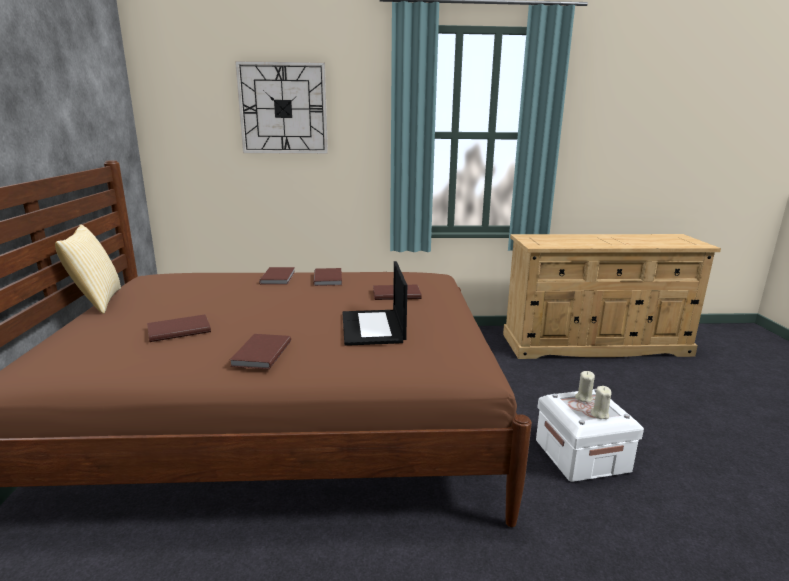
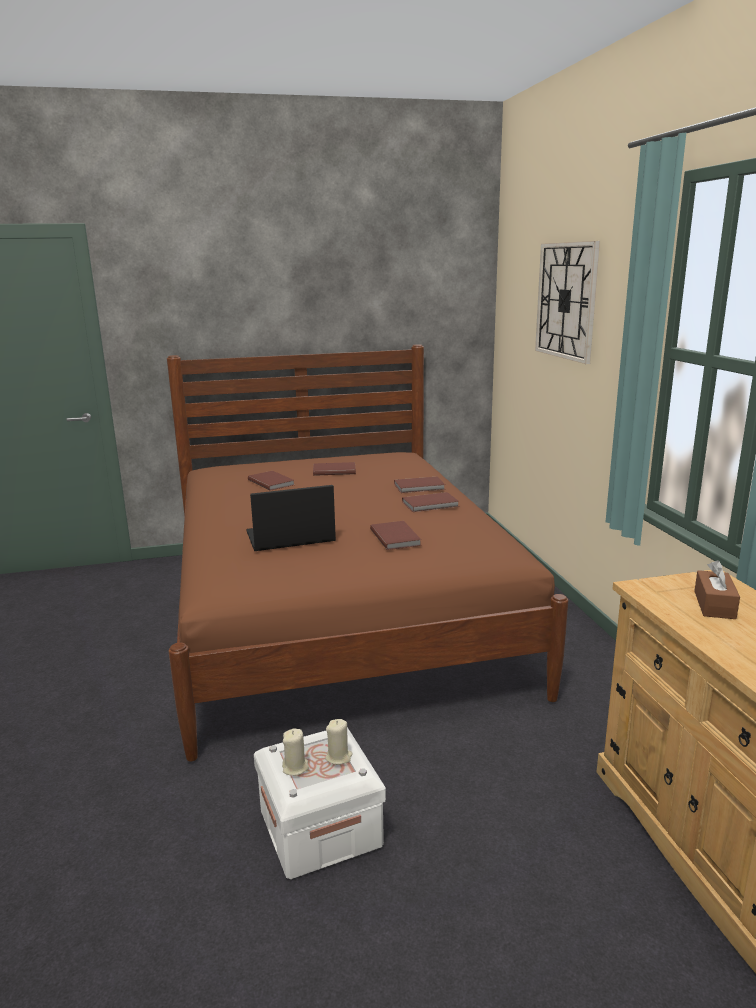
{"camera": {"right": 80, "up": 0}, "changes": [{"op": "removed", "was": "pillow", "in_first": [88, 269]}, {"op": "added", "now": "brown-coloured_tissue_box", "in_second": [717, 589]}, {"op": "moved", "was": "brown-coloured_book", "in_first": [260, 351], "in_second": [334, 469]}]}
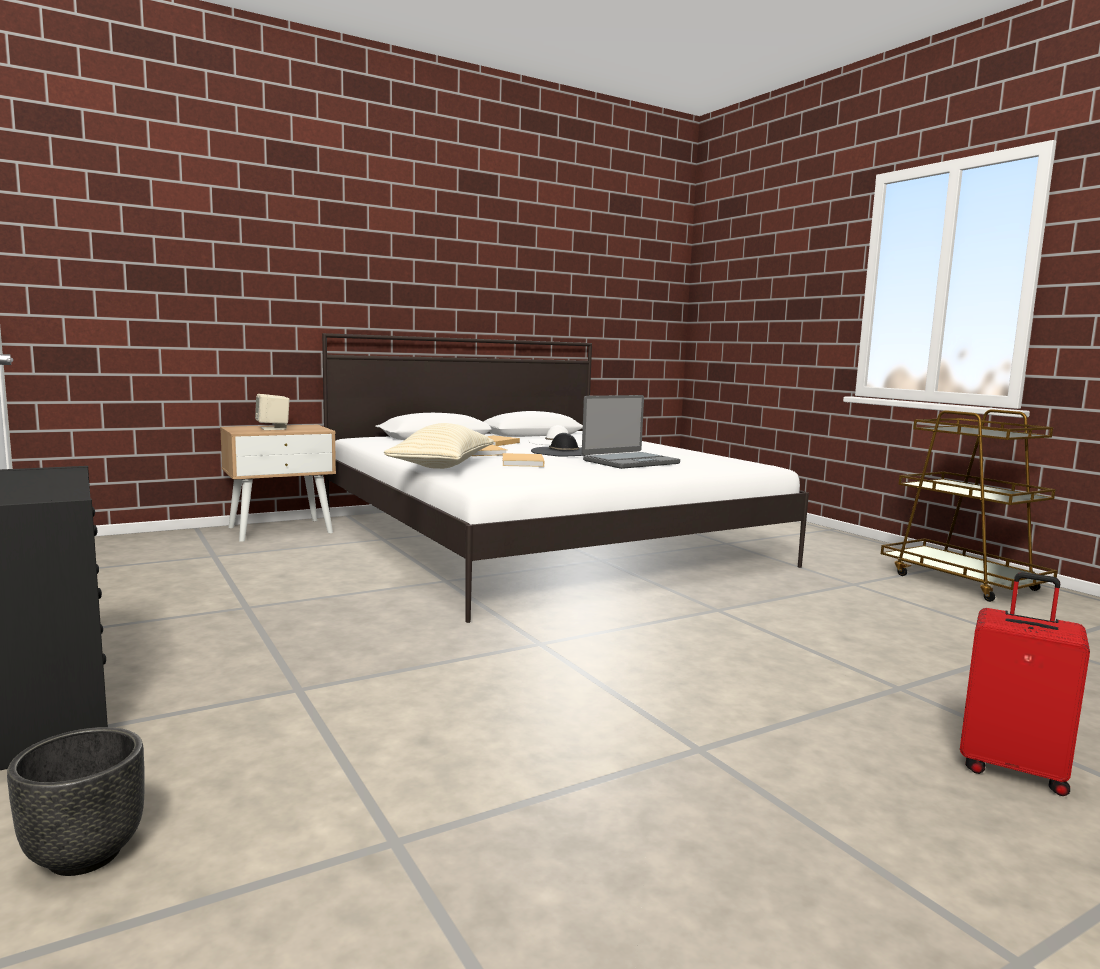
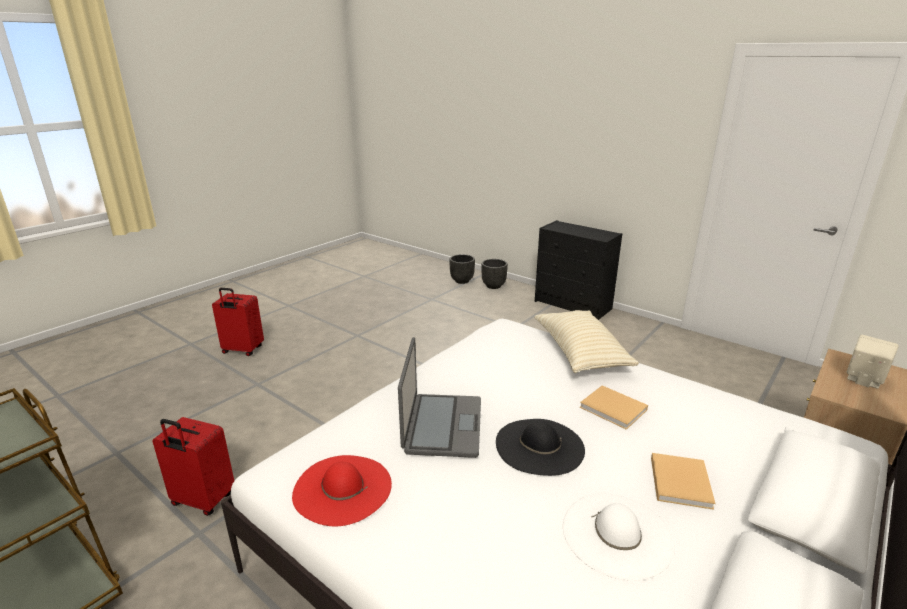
{"camera": {"right": 160, "up": 15}, "changes": [{"op": "removed", "was": "sand-coloured_book", "in_first": [523, 460]}, {"op": "added", "now": "red_piece_of_luggage", "in_second": [193, 466]}, {"op": "added", "now": "red_clothing_hat", "in_second": [342, 490]}, {"op": "added", "now": "blackish_flower_pot", "in_second": [462, 269]}, {"op": "turned", "was": "portable_computer", "in_first": [631, 432], "in_second": [439, 397], "clockwise": 150}]}
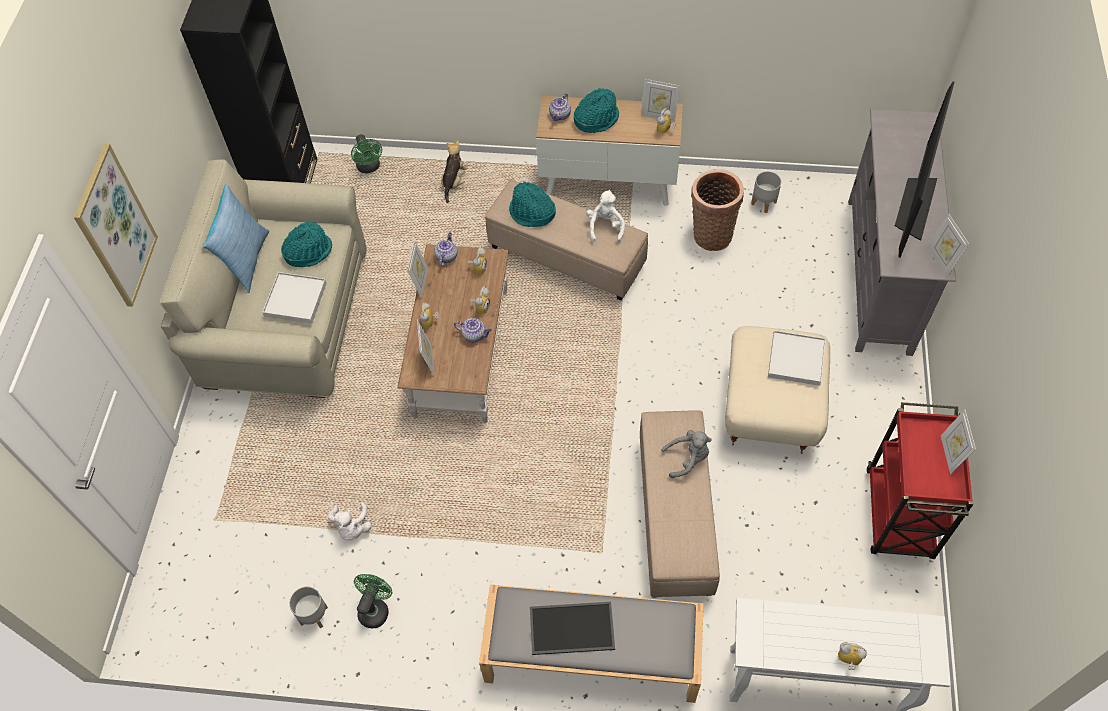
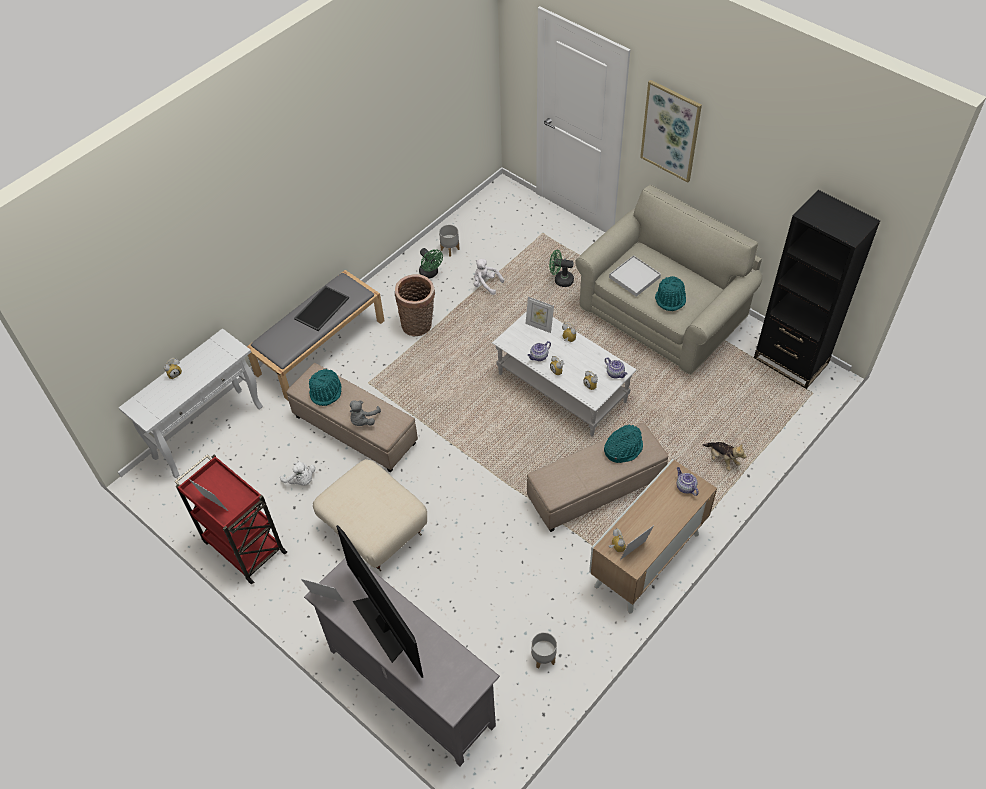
{"camera": {"right": 125, "up": -5}, "changes": [{"op": "removed", "was": "pillow", "in_first": [235, 238]}, {"op": "removed", "was": "photo_frame", "in_first": [417, 269]}, {"op": "removed", "was": "white-coloured_carrying_tray", "in_first": [796, 358]}, {"op": "moved", "was": "greenish_electric_fan", "in_first": [366, 153], "in_second": [561, 268]}, {"op": "moved", "was": "turquoise-coloured_clothing_hat", "in_first": [596, 110], "in_second": [325, 387]}, {"op": "moved", "was": "white-coloured_soft_toy", "in_first": [605, 216], "in_second": [297, 473]}, {"op": "moved", "was": "basket", "in_first": [717, 210], "in_second": [415, 305]}, {"op": "recoloured", "was": "brown-coloured_lounge_table", "now": "white-coloured_lounge_table", "in_first": [453, 333], "in_second": [564, 374]}]}
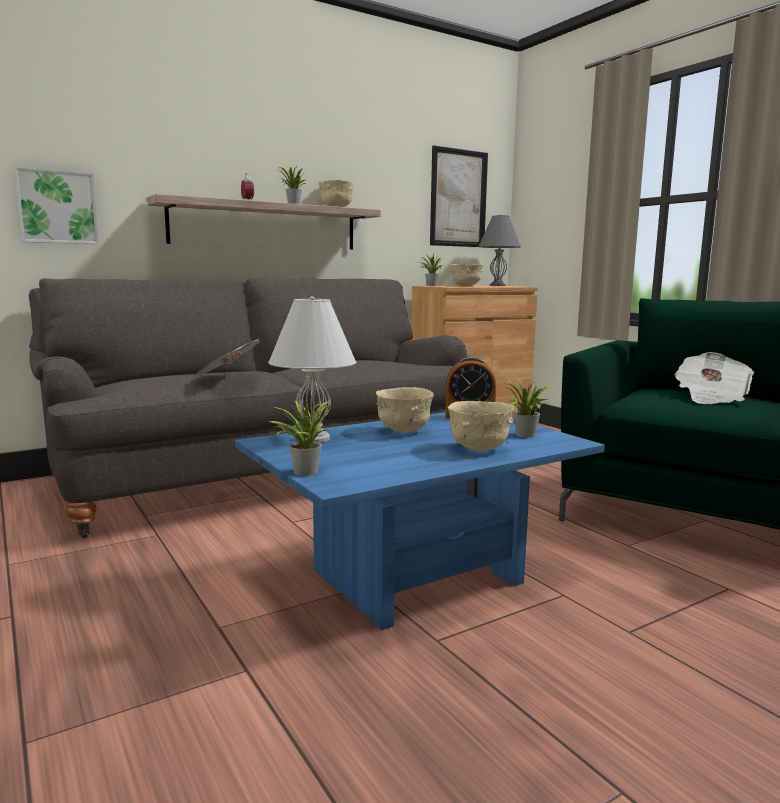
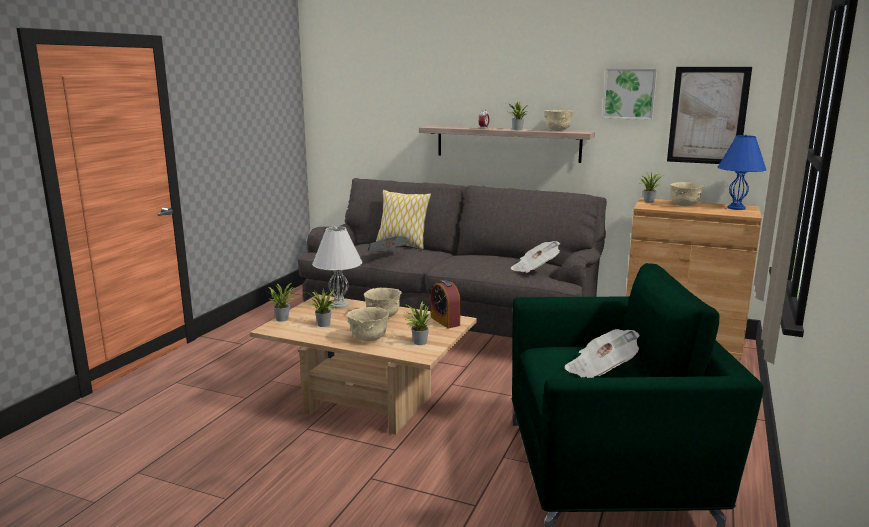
{"camera": {"right": 55, "up": 5}, "changes": [{"op": "added", "now": "houseplant", "in_second": [319, 308]}, {"op": "added", "now": "pillow", "in_second": [403, 219]}, {"op": "added", "now": "newspaper", "in_second": [535, 257]}, {"op": "moved", "was": "wall_picture", "in_first": [56, 205], "in_second": [629, 94]}, {"op": "recoloured", "was": "blue-coloured_lounge_table", "now": "sand-coloured_lounge_table", "in_first": [420, 521], "in_second": [363, 364]}, {"op": "recoloured", "was": "gray_tabletop_lamp", "now": "blue-coloured_tabletop_lamp", "in_first": [499, 250], "in_second": [742, 172]}]}
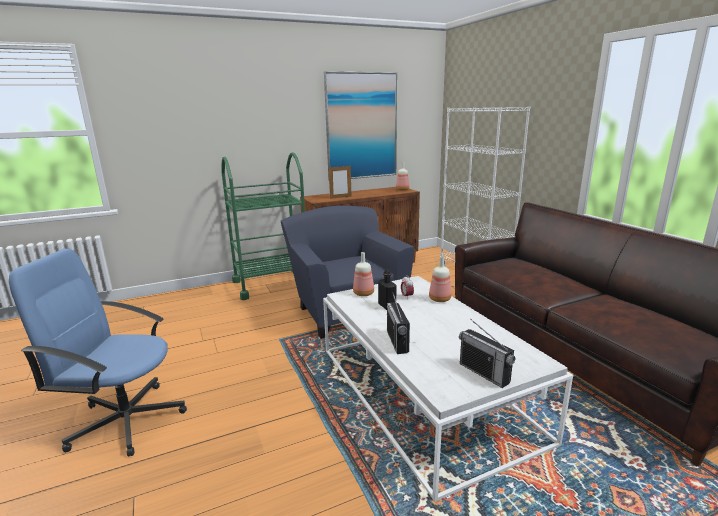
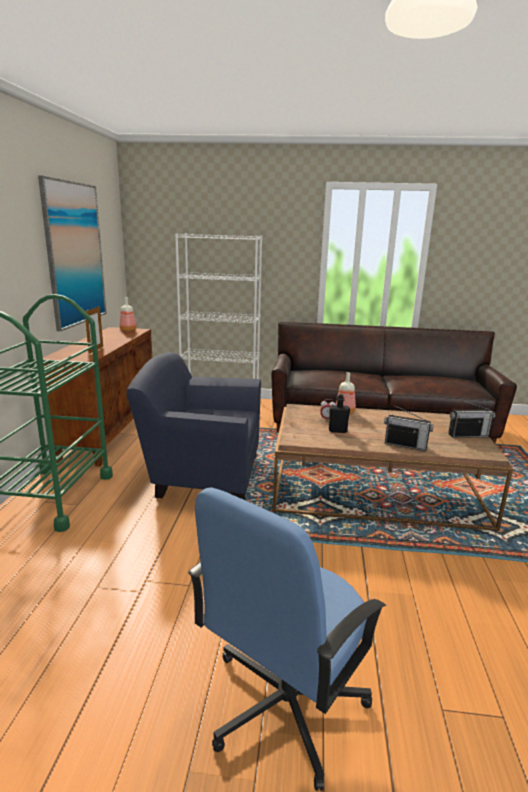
{"camera": {"right": -60, "up": 0}, "changes": [{"op": "removed", "was": "bottle", "in_first": [363, 274]}, {"op": "recoloured", "was": "white-coloured_lounge_table", "now": "brown-coloured_lounge_table", "in_first": [448, 389], "in_second": [393, 467]}]}
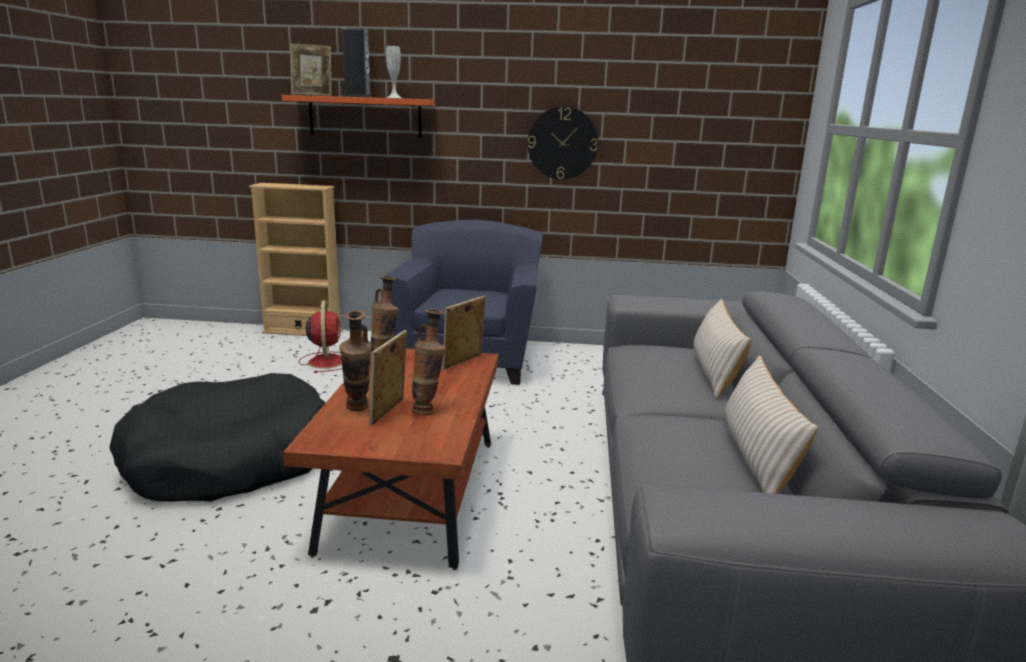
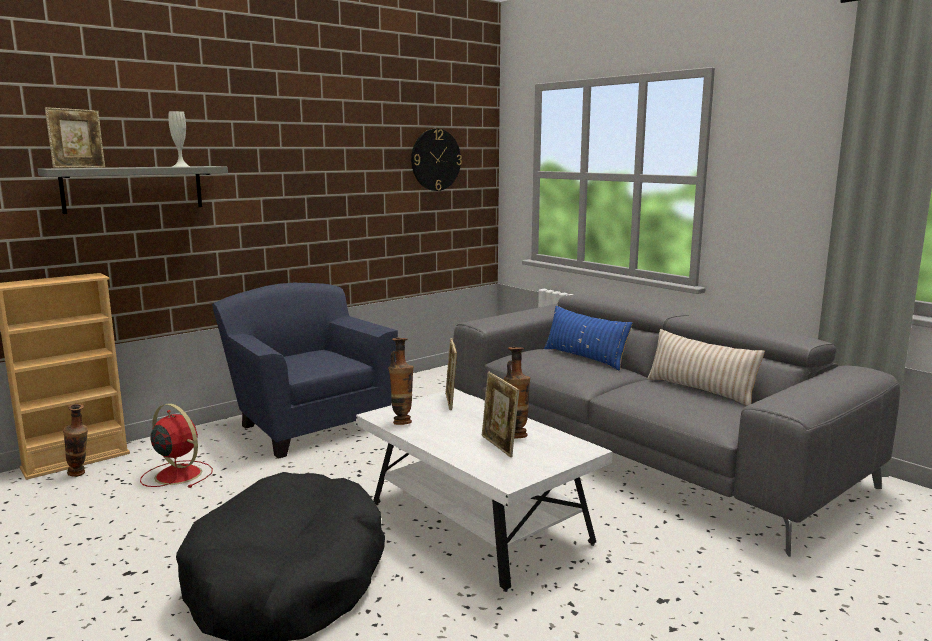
{"camera": {"right": -45, "up": -5}, "changes": [{"op": "removed", "was": "audio_speaker", "in_first": [357, 62]}, {"op": "moved", "was": "flower_vase", "in_first": [355, 361], "in_second": [75, 440]}, {"op": "moved", "was": "clock_on_the_wall", "in_first": [562, 143], "in_second": [436, 160]}, {"op": "recoloured", "was": "orangey_shelf", "now": "gray_shelf", "in_first": [358, 116], "in_second": [133, 190]}, {"op": "recoloured", "was": "brown-coloured_lounge_table", "now": "white-coloured_lounge_table", "in_first": [391, 459], "in_second": [484, 490]}, {"op": "recoloured", "was": "sand-coloured_pillow", "now": "blue-coloured_pillow", "in_first": [722, 349], "in_second": [588, 338]}]}
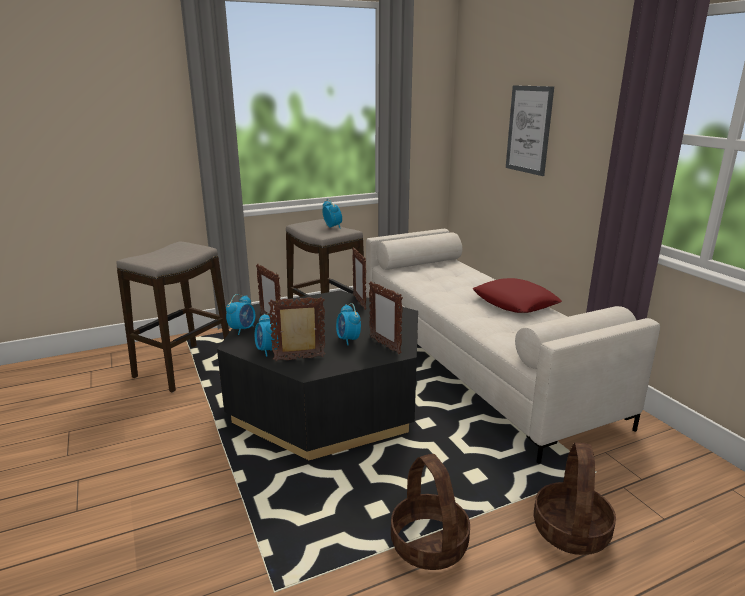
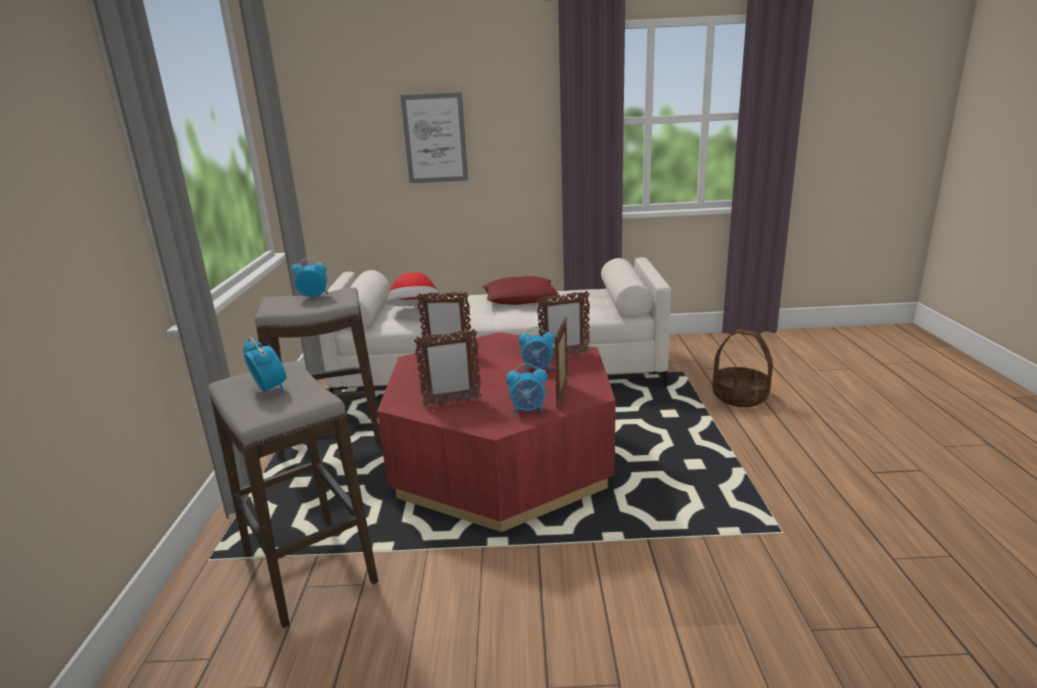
{"camera": {"right": -65, "up": 0}, "changes": [{"op": "removed", "was": "basket", "in_first": [430, 512]}, {"op": "added", "now": "clothing_hat", "in_second": [413, 289]}, {"op": "moved", "was": "alarm_clock", "in_first": [241, 314], "in_second": [265, 365]}, {"op": "recoloured", "was": "blackish_lounge_table", "now": "red_lounge_table", "in_first": [317, 375], "in_second": [496, 432]}]}
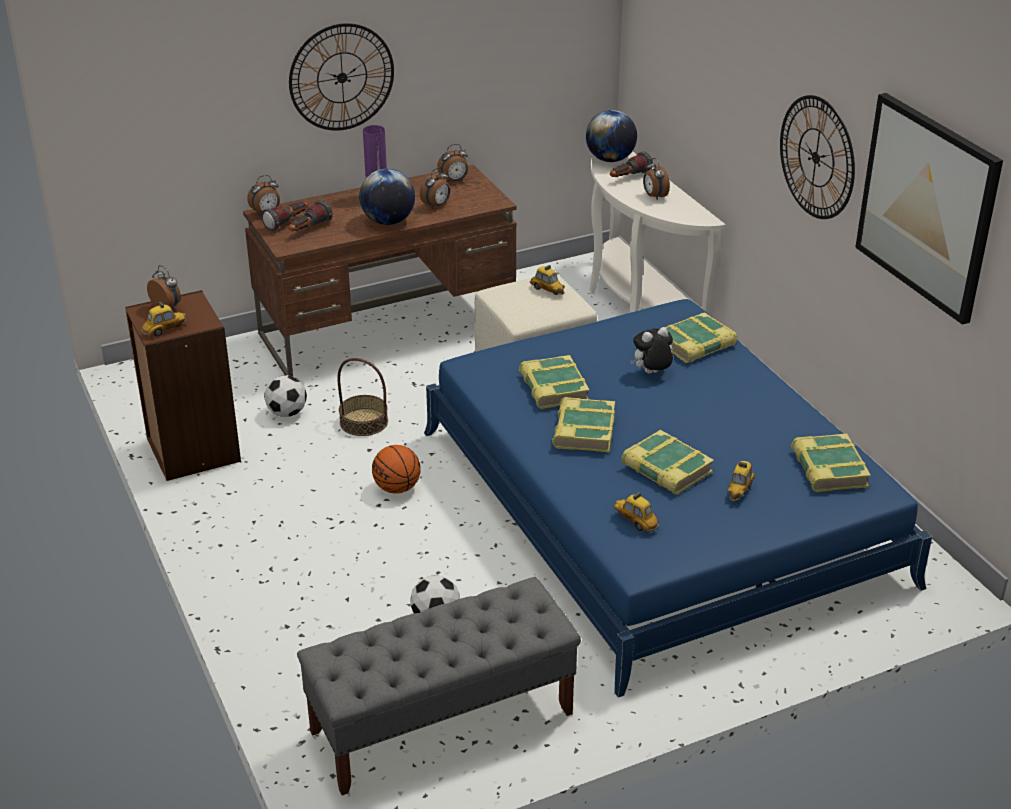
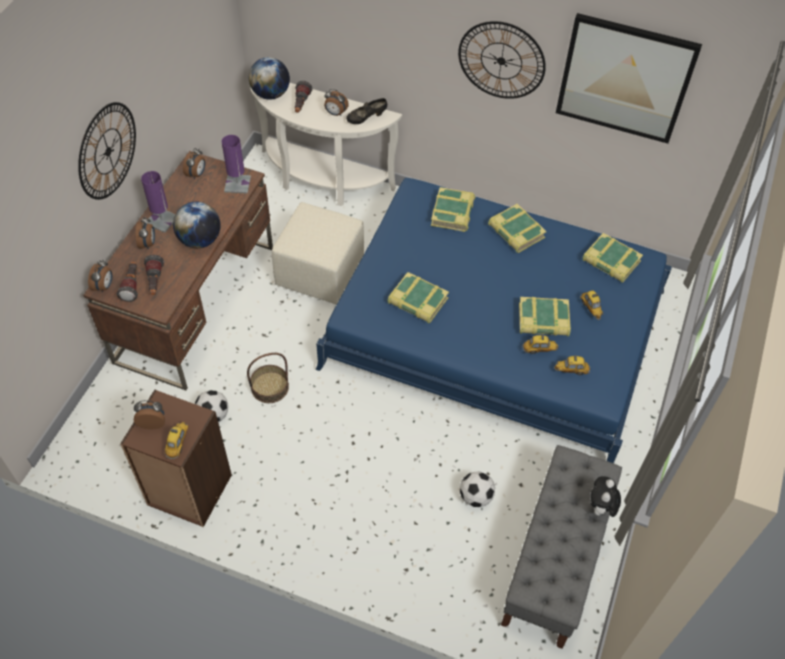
{"camera": {"right": -45, "up": 20}, "changes": [{"op": "removed", "was": "basketball", "in_first": [396, 469]}, {"op": "added", "now": "purple_tabletop_lamp", "in_second": [236, 164]}, {"op": "added", "now": "blackish_low_shoe", "in_second": [366, 111]}, {"op": "moved", "was": "alarm_clock", "in_first": [435, 188], "in_second": [145, 233]}, {"op": "moved", "was": "toy_car", "in_first": [547, 280], "in_second": [540, 344]}, {"op": "moved", "was": "book", "in_first": [583, 424], "in_second": [517, 228]}, {"op": "moved", "was": "soft_toy", "in_first": [651, 350], "in_second": [606, 497]}]}
